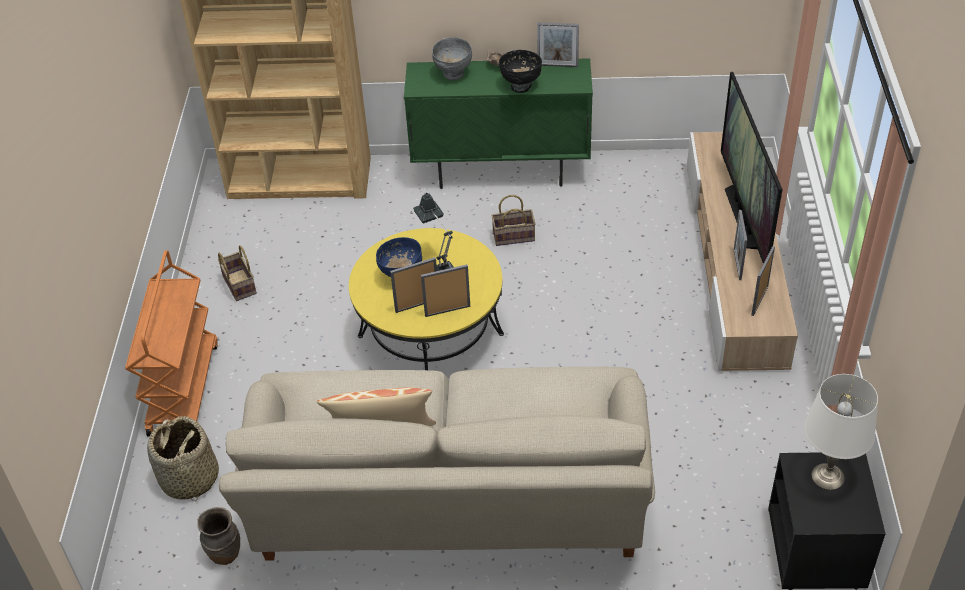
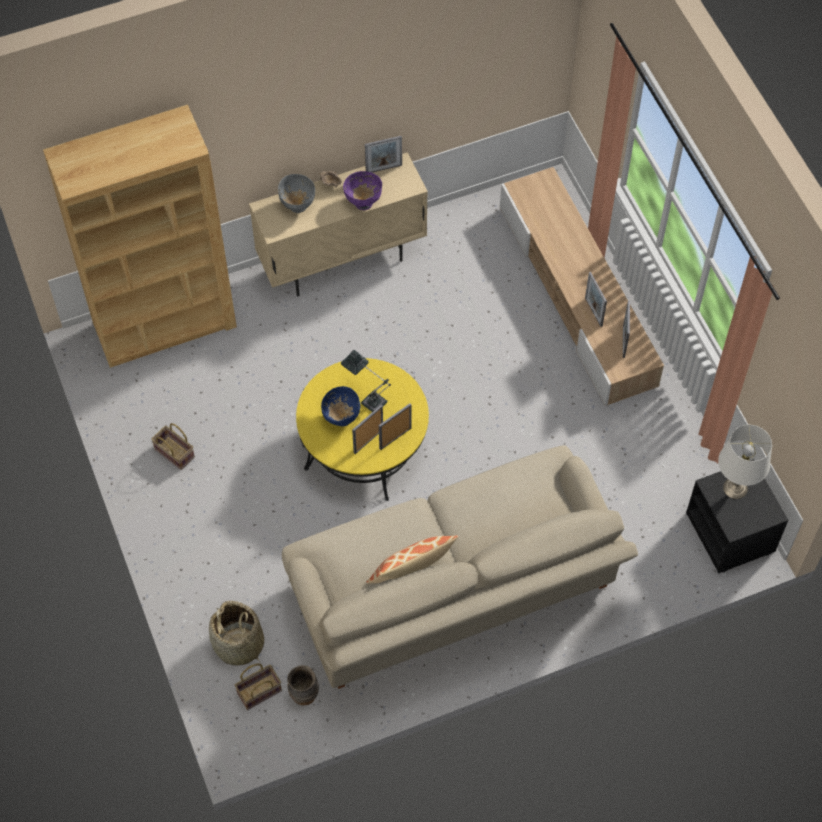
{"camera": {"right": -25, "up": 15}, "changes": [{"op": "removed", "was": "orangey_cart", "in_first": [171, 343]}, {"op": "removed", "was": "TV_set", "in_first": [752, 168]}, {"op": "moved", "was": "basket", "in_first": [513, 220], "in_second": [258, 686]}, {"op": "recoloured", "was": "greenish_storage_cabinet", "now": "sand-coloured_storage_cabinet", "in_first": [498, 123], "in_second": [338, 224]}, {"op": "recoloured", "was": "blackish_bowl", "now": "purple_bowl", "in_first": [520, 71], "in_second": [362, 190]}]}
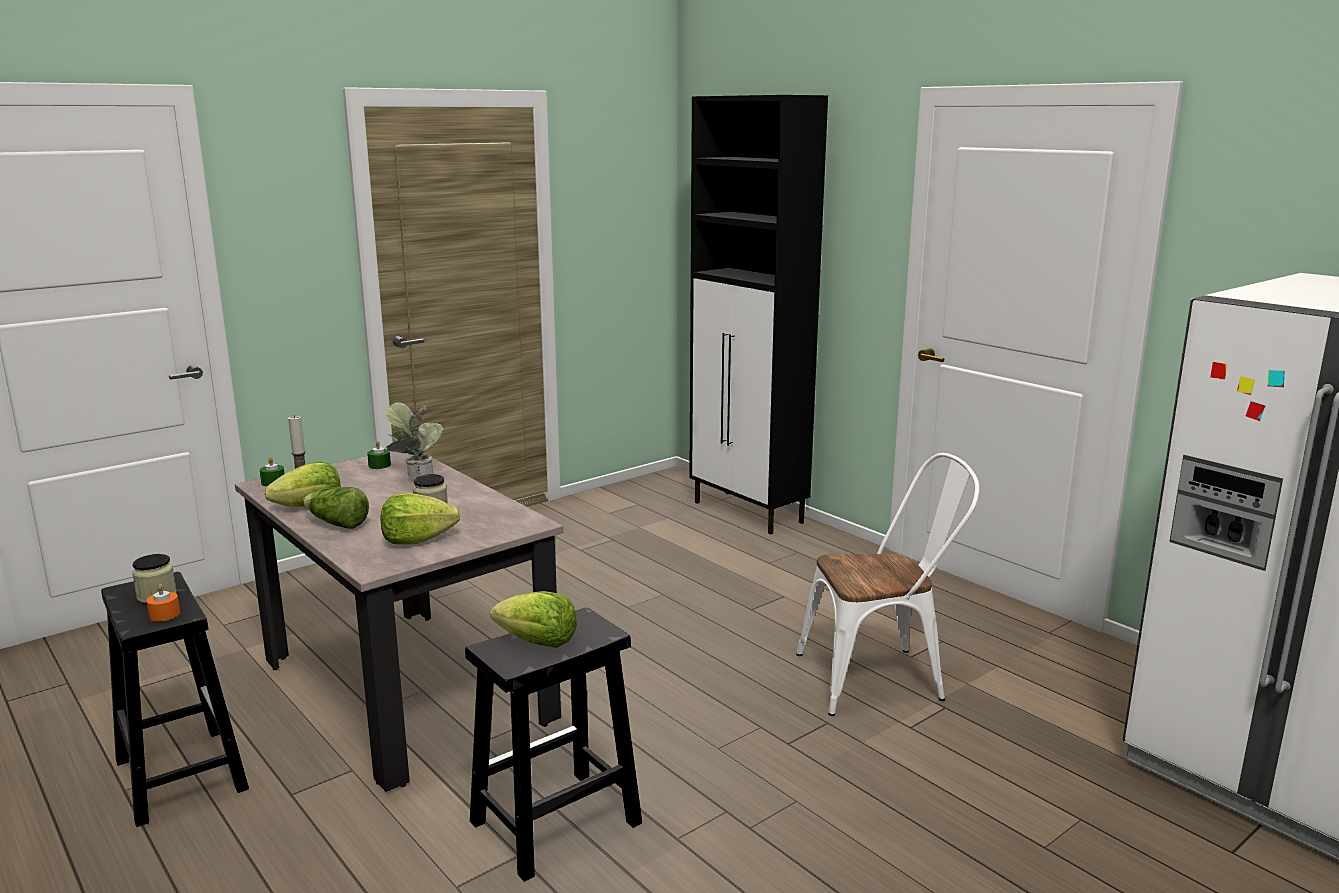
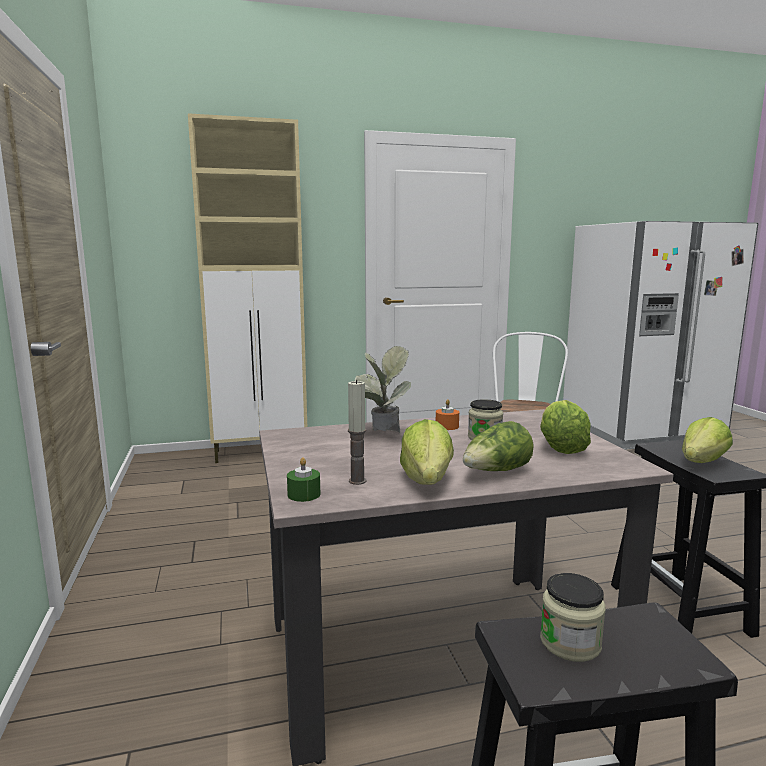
{"camera": {"right": -65, "up": -5}, "changes": [{"op": "removed", "was": "greenish_wax_light", "in_first": [379, 455]}, {"op": "moved", "was": "orangey_wax_light", "in_first": [163, 602], "in_second": [447, 414]}, {"op": "recoloured", "was": "blackish_storage_cabinet", "now": "sand-coloured_storage_cabinet", "in_first": [758, 315], "in_second": [247, 288]}]}
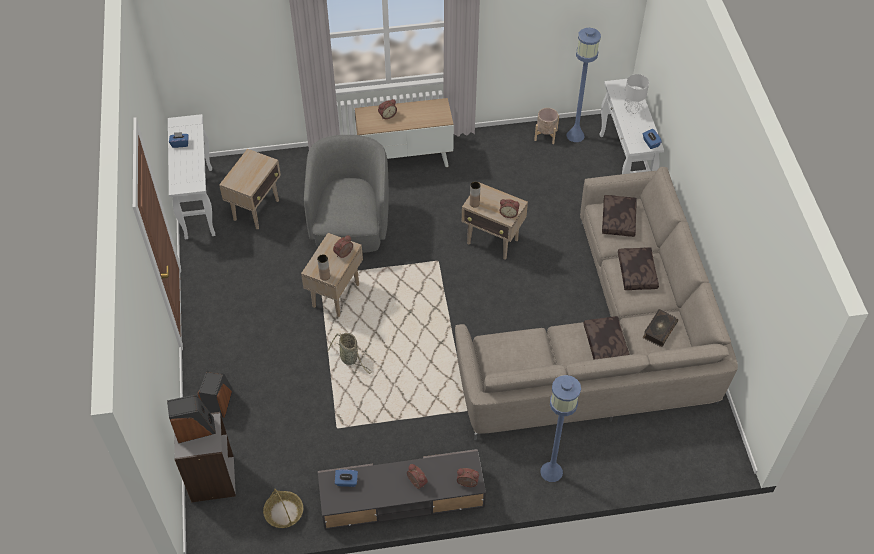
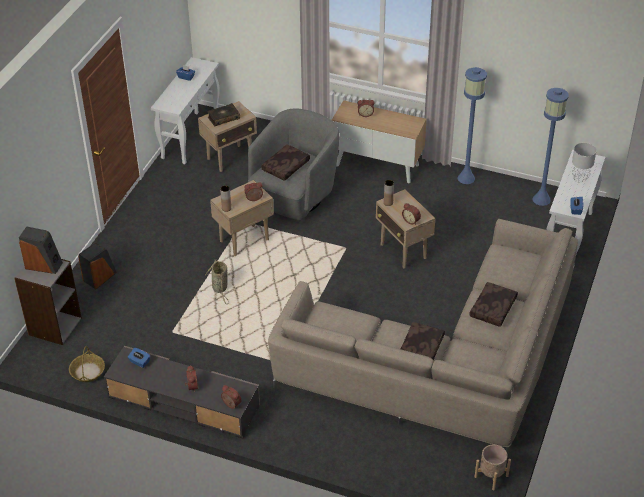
{"camera": {"right": 30, "up": -10}, "changes": [{"op": "moved", "was": "sand-coloured_flower_pot", "in_first": [546, 126], "in_second": [493, 467]}, {"op": "moved", "was": "blue-coloured_standard_lamp", "in_first": [560, 428], "in_second": [472, 125]}, {"op": "moved", "was": "brown-coloured_pillow", "in_first": [619, 216], "in_second": [285, 163]}, {"op": "moved", "was": "book", "in_first": [660, 328], "in_second": [223, 114]}]}
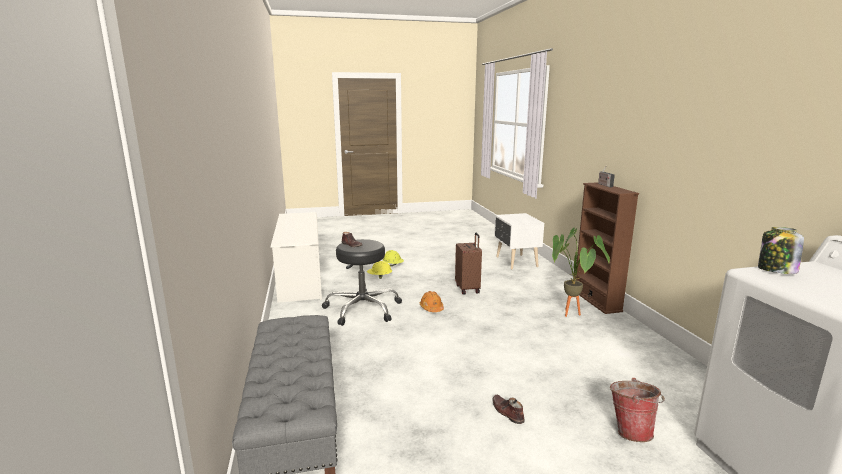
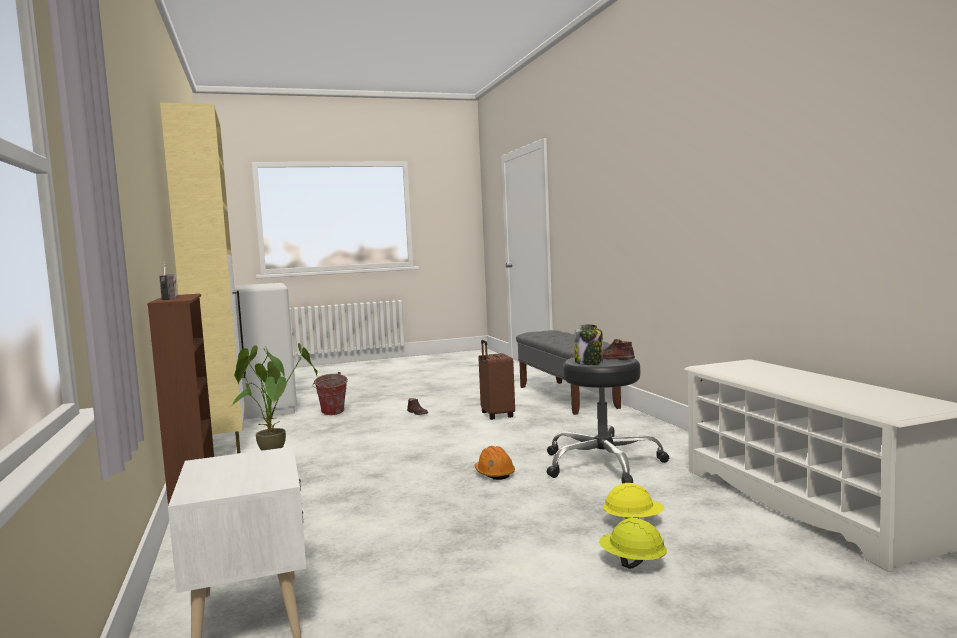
{"camera": {"right": 175, "up": -10}, "changes": [{"op": "added", "now": "sand-coloured_storage_cabinet", "in_second": [203, 278]}, {"op": "moved", "was": "brown-coloured_piece_of_luggage", "in_first": [468, 264], "in_second": [496, 380]}, {"op": "moved", "was": "preserve_jar", "in_first": [781, 250], "in_second": [588, 344]}]}
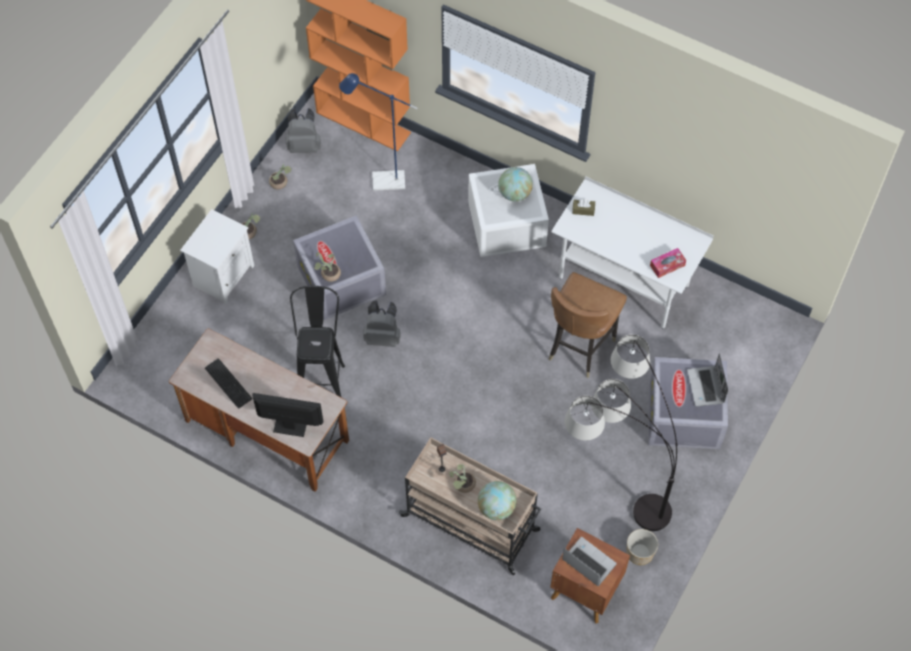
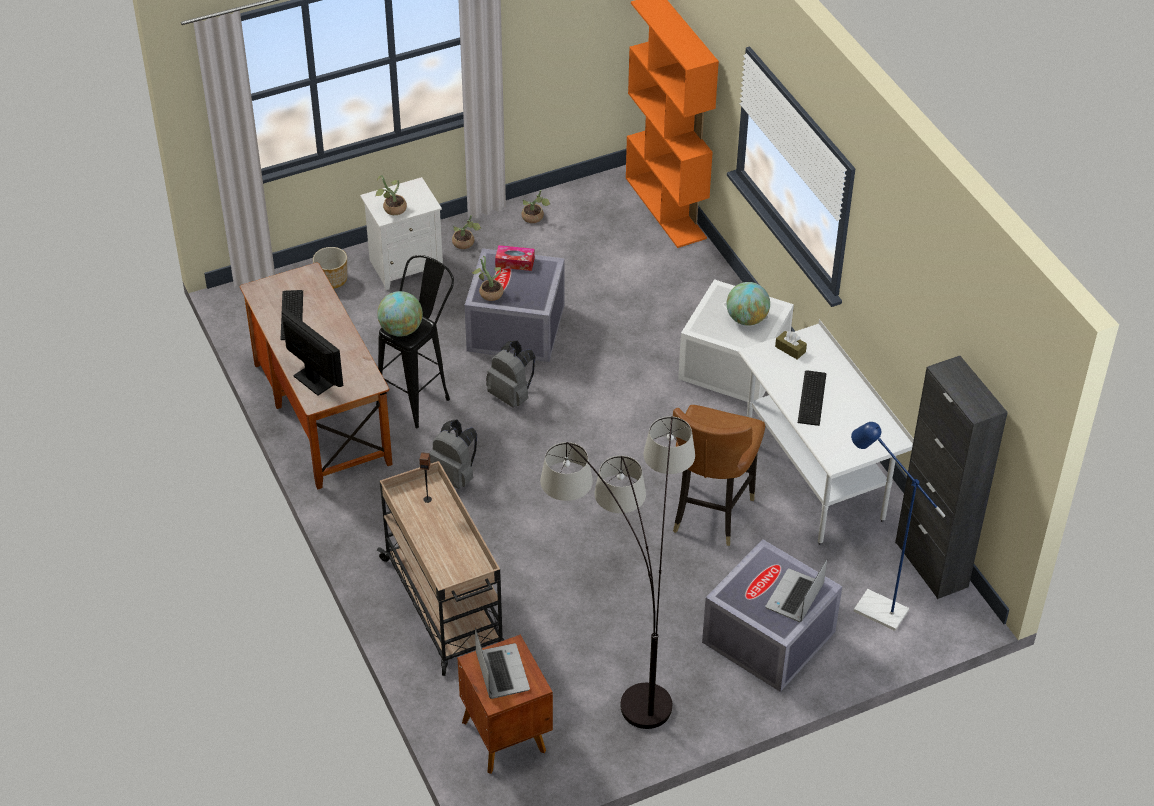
{"camera": {"right": 35, "up": -15}, "changes": [{"op": "added", "now": "PC_keyboard", "in_second": [812, 398]}, {"op": "added", "now": "blackish_storage_cabinet", "in_second": [951, 477]}, {"op": "moved", "was": "gray_backpack", "in_first": [303, 130], "in_second": [453, 454]}, {"op": "moved", "was": "blue-coloured_standard_lamp", "in_first": [378, 132], "in_second": [898, 526]}, {"op": "moved", "was": "houseplant", "in_first": [462, 478], "in_second": [391, 195]}, {"op": "moved", "was": "globe", "in_first": [497, 500], "in_second": [400, 313]}, {"op": "moved", "was": "flower_pot", "in_first": [642, 547], "in_second": [330, 268]}, {"op": "moved", "was": "tissue_box", "in_first": [668, 263], "in_second": [515, 258]}, {"op": "turned", "was": "brown-coloured_chair", "in_first": [588, 325], "in_second": [719, 475], "clockwise": -45}]}
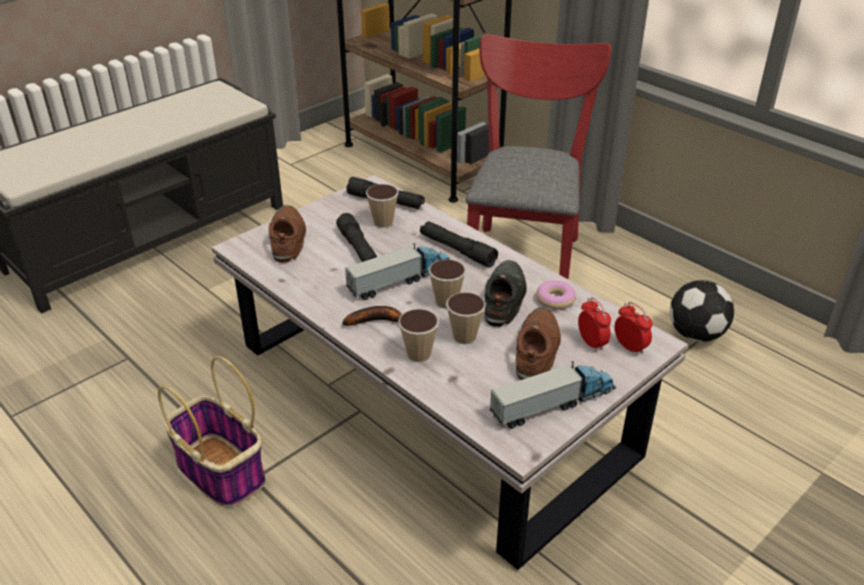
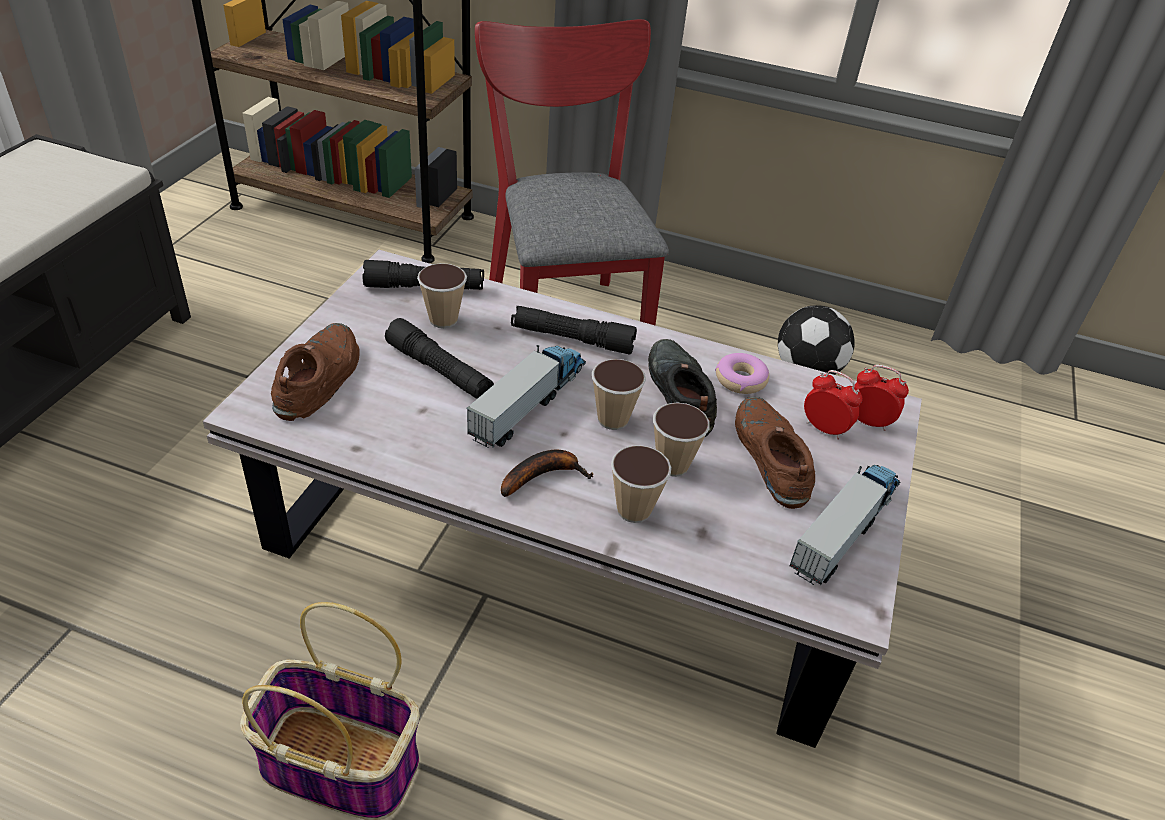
{"camera": {"right": -30, "up": 5}, "changes": [{"op": "turned", "was": "brown-coloured_low_shoe", "in_first": [287, 234], "in_second": [315, 372], "clockwise": 45}]}
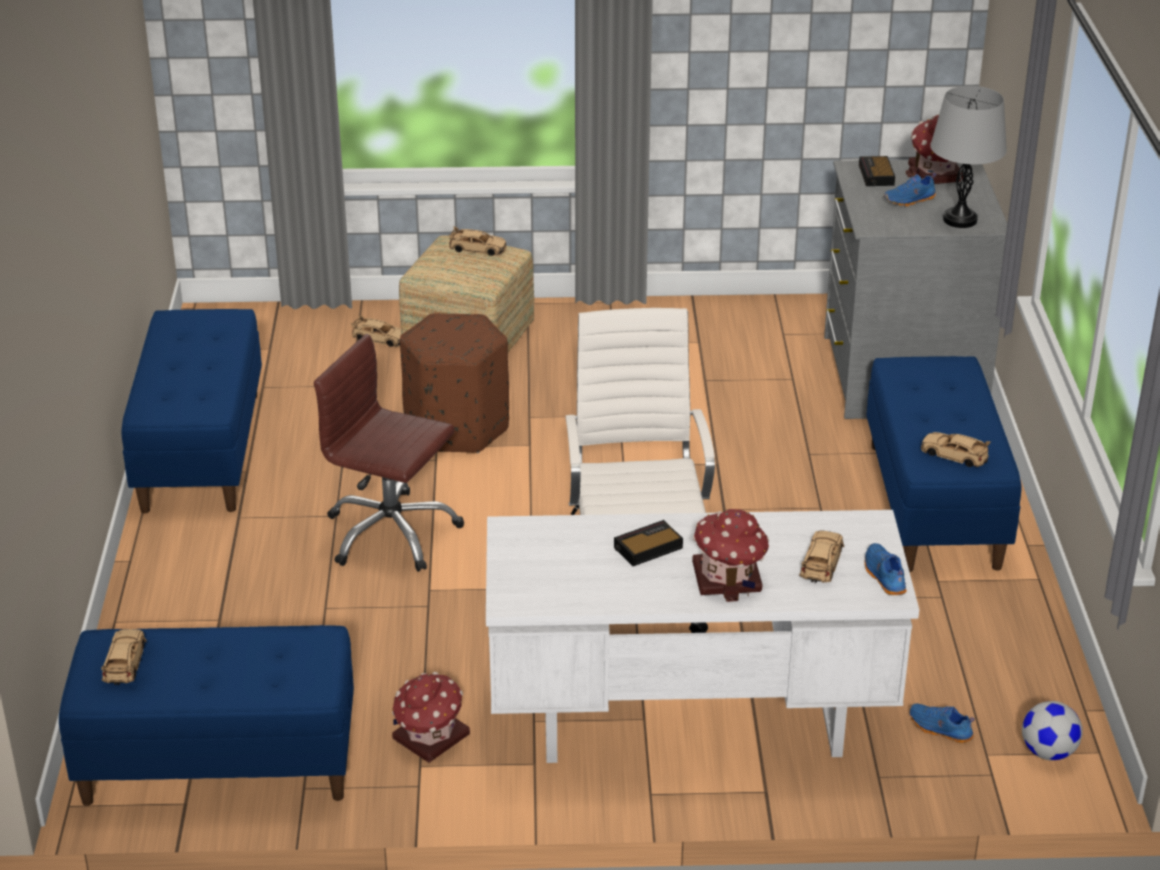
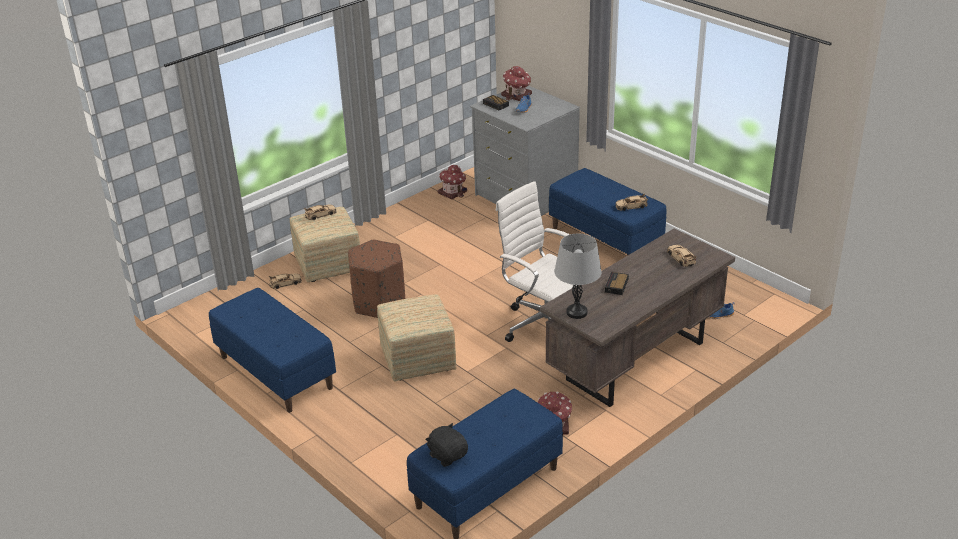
{"camera": {"right": -40, "up": 0}, "changes": [{"op": "removed", "was": "blue-coloured_low_shoe", "in_first": [885, 569]}, {"op": "removed", "was": "football", "in_first": [1052, 730]}, {"op": "moved", "was": "model_house", "in_first": [730, 555], "in_second": [452, 182]}, {"op": "moved", "was": "gray_tabletop_lamp", "in_first": [968, 157], "in_second": [578, 276]}, {"op": "replaced", "was": "sand-coloured_toy_car", "now": "blackish_soft_toy", "in_first": [124, 657], "in_second": [447, 445]}, {"op": "replaced", "was": "brown-coloured_office_chair", "now": "pouffe", "in_first": [389, 453], "in_second": [416, 337]}, {"op": "recoloured", "was": "white-coloured_desk", "now": "brown-coloured_desk", "in_first": [702, 636], "in_second": [637, 318]}]}
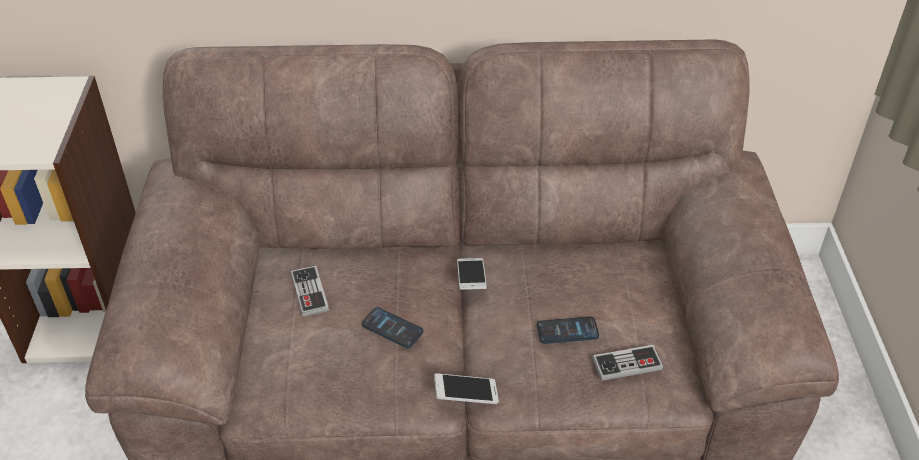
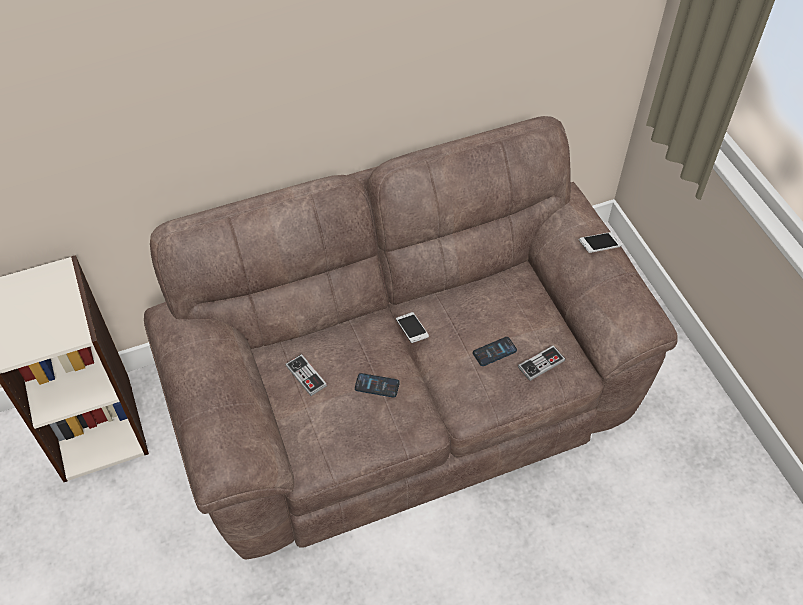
{"camera": {"right": -20, "up": 10}, "changes": [{"op": "moved", "was": "telephone", "in_first": [466, 388], "in_second": [600, 242]}]}
